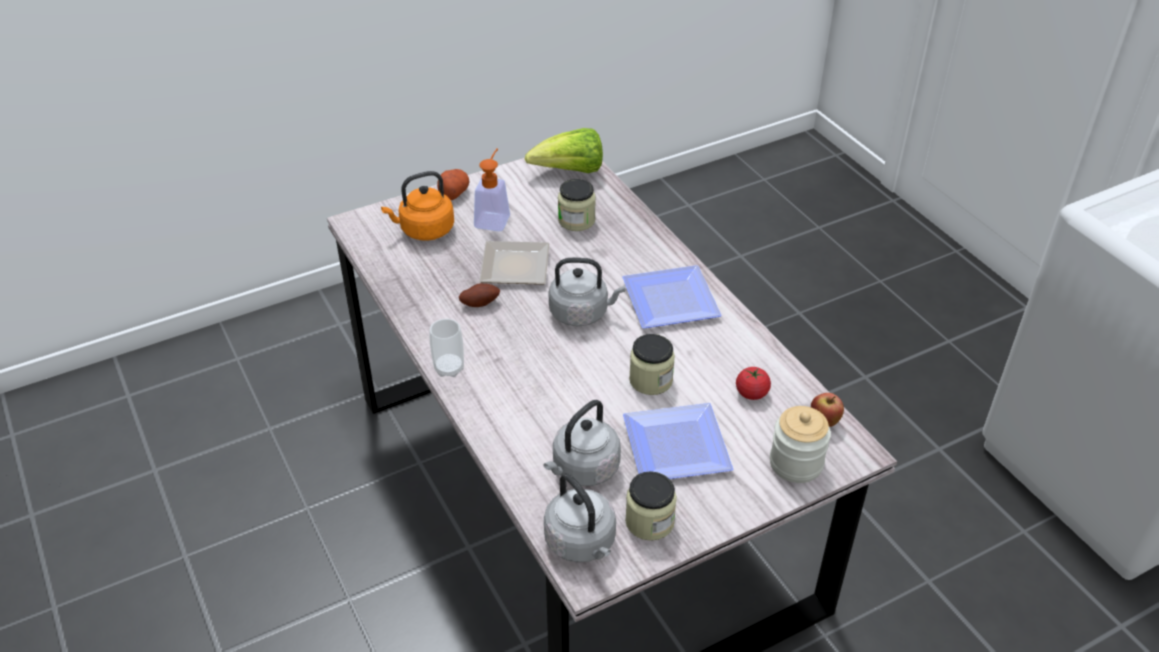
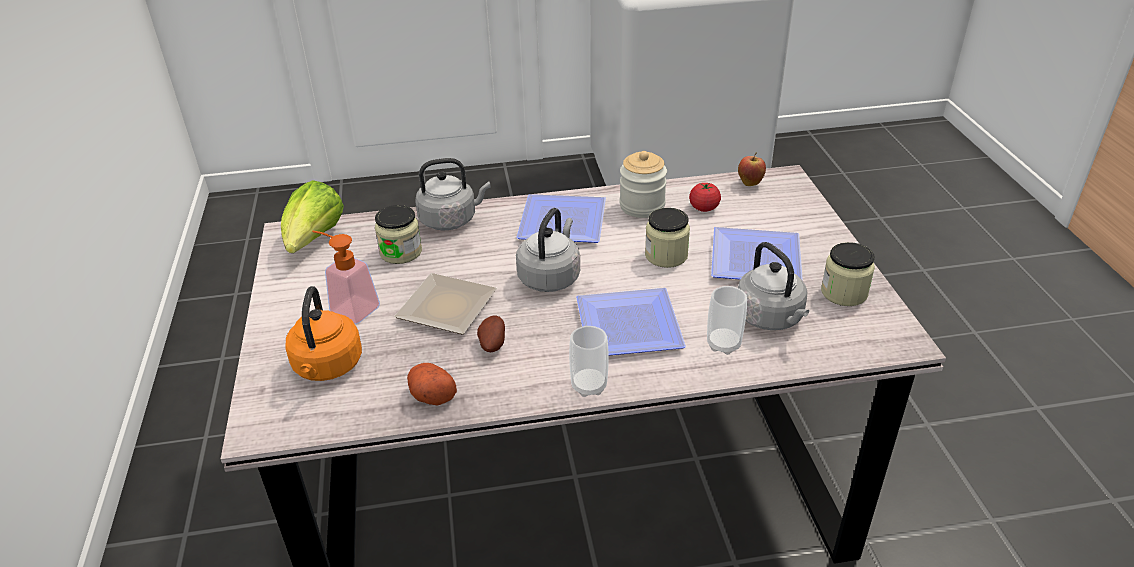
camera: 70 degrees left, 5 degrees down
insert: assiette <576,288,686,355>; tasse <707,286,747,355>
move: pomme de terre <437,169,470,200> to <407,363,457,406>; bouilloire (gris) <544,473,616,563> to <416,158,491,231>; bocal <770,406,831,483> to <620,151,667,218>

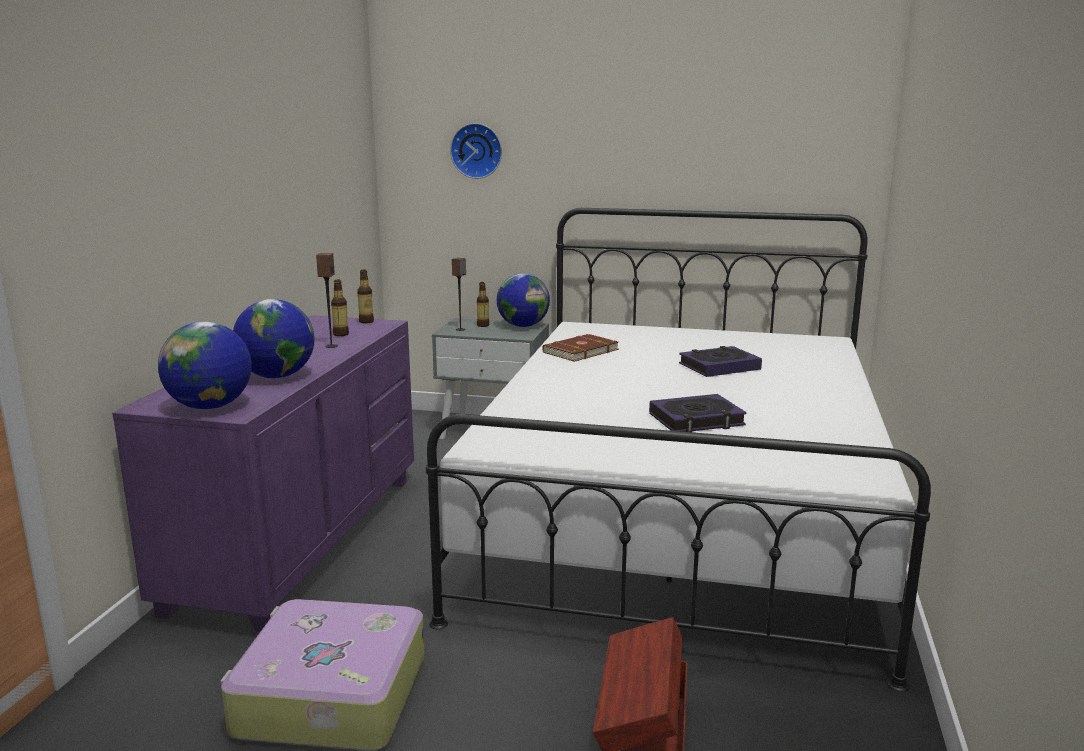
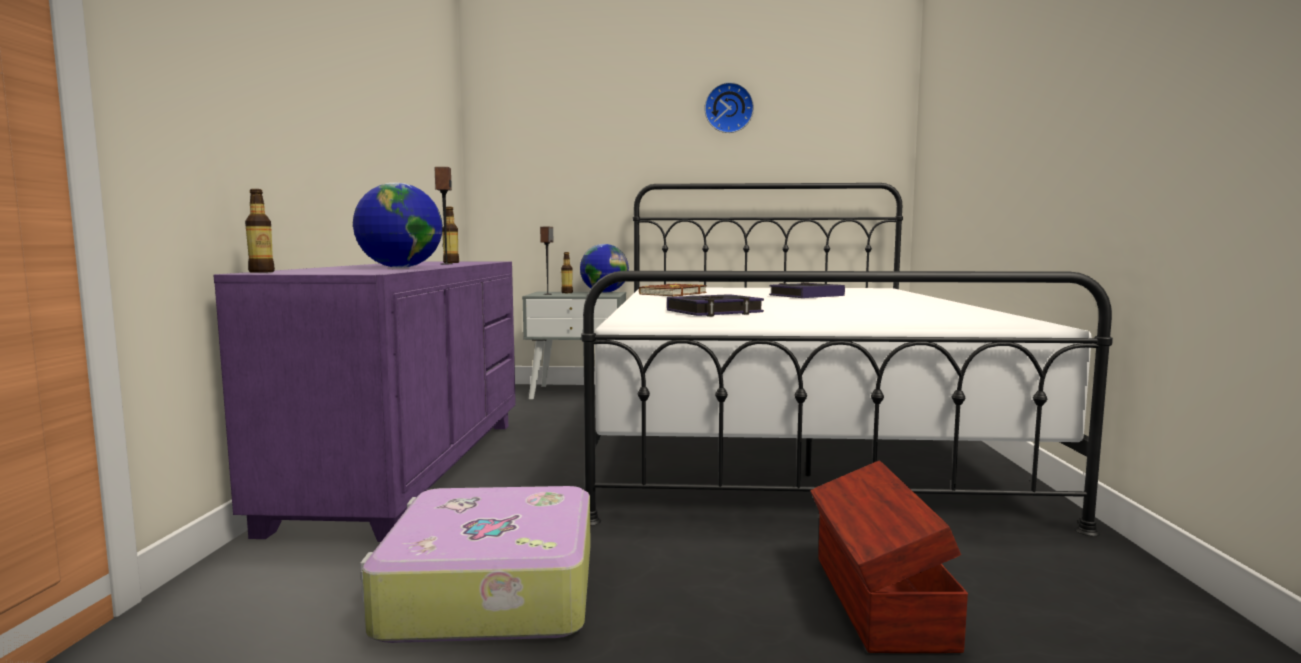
camera: 10 degrees left, 10 degrees down
delete: globe <158,322,252,410>
move: bouteille <357,270,374,323> to <245,189,275,273>; horloge murale <450,123,502,179> to <704,82,754,133>; livre <649,394,747,432> to <667,294,764,317>

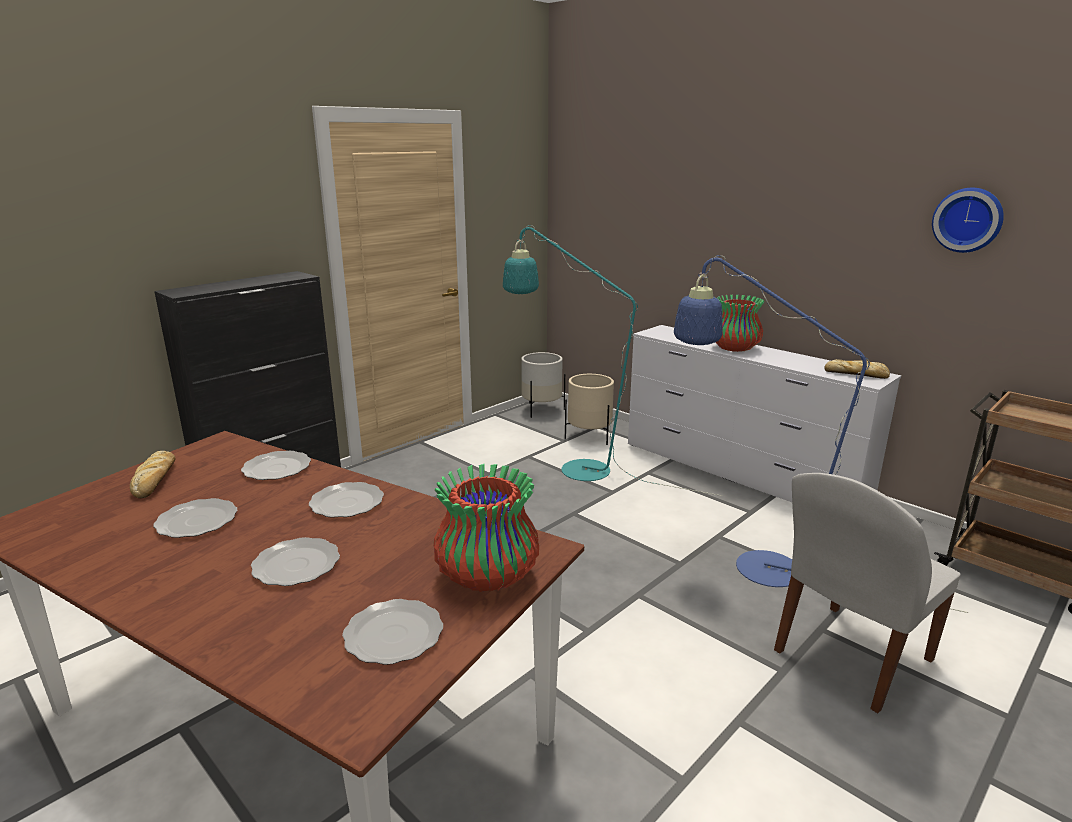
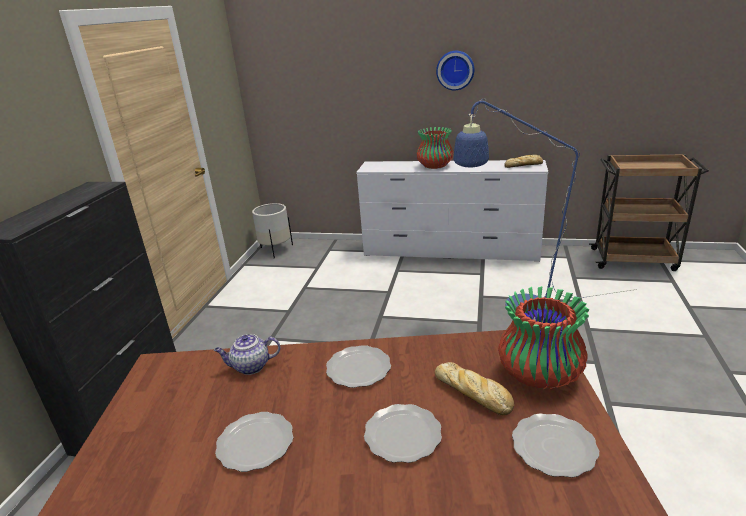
camera: 30 degrees left, 5 degrees up
delete: lampadaire (turquoise) <503,225,722,496>; cache-pot (beige) <565,374,614,445>; chaise (blanc) <774,473,961,713>
move: pain <130,451,176,498> to <435,362,514,415>; horloge murale <932,188,1004,253> to <436,51,474,91>
replace: assiette <241,451,311,480> to théière <214,334,280,375>

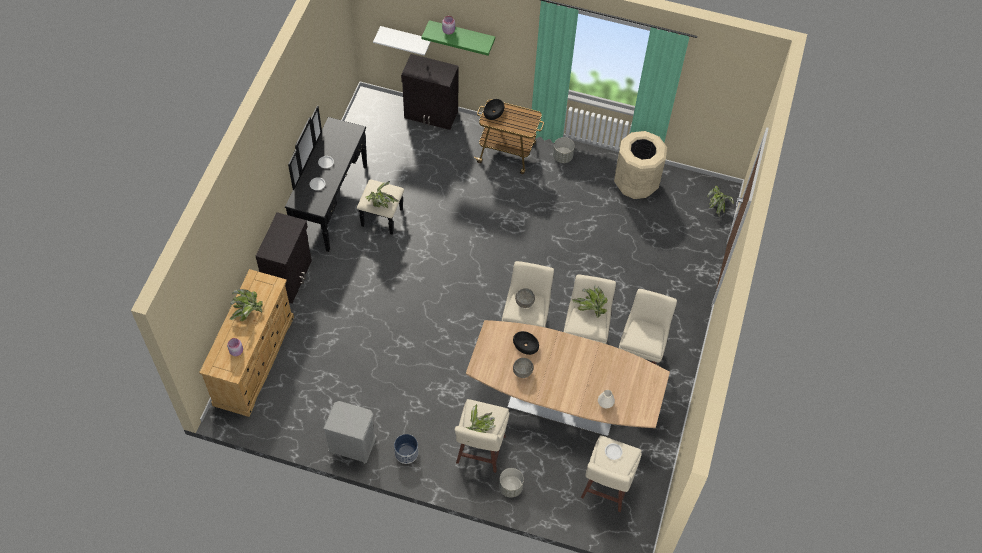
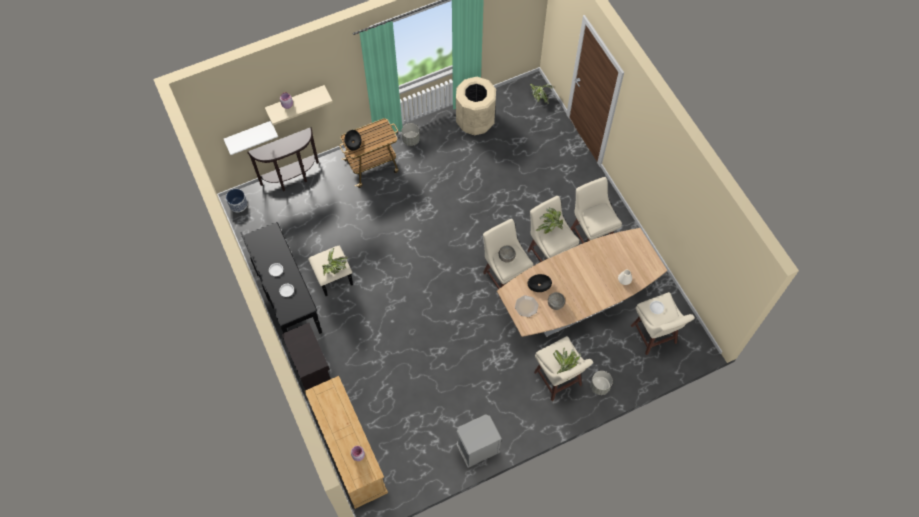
camera: 40 degrees left, 5 degrees up
delete: plante en pot <230,289,263,321>
insert: assiette <515,295,539,317>
move: cache-pot <394,434,418,464> to <226,189,248,212>
replace: meuble de rangement (noir) <401,54,459,130> to table console (marron) <247,127,319,191>
recolor: étagère (vert) <422,20,495,56> to étagère (beige) <265,85,333,125>

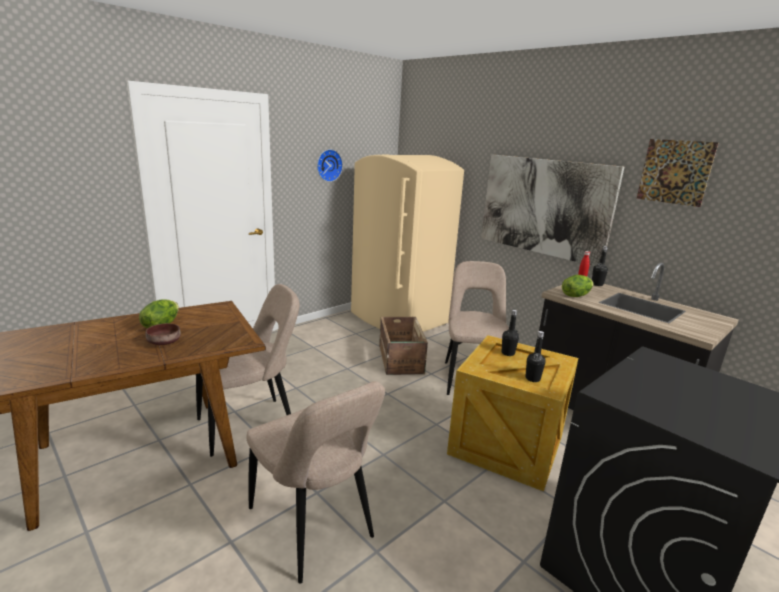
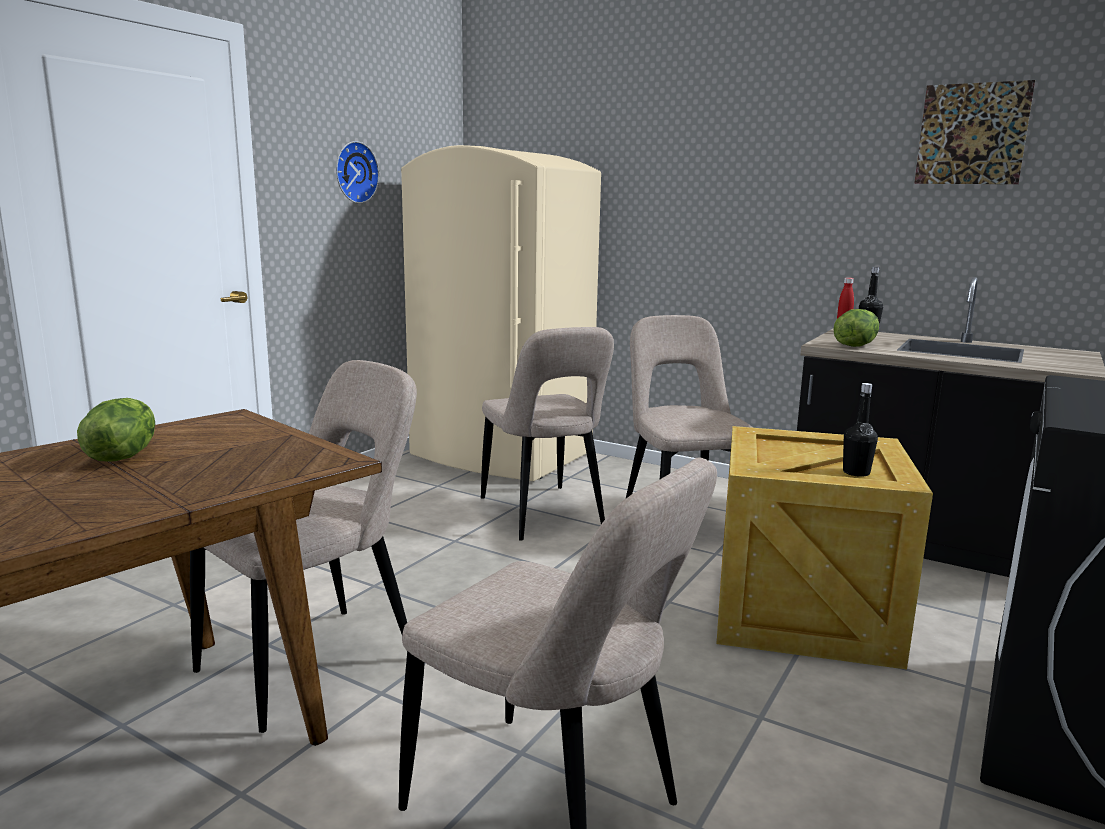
camera: 15 degrees left, 5 degrees down
delete: bol (marron) <146,323,181,345>; tableau <481,155,624,266>; bouteille (noir) <501,310,519,356>
replace: caisse <379,317,428,375> to chaise (beige) <481,327,614,541>

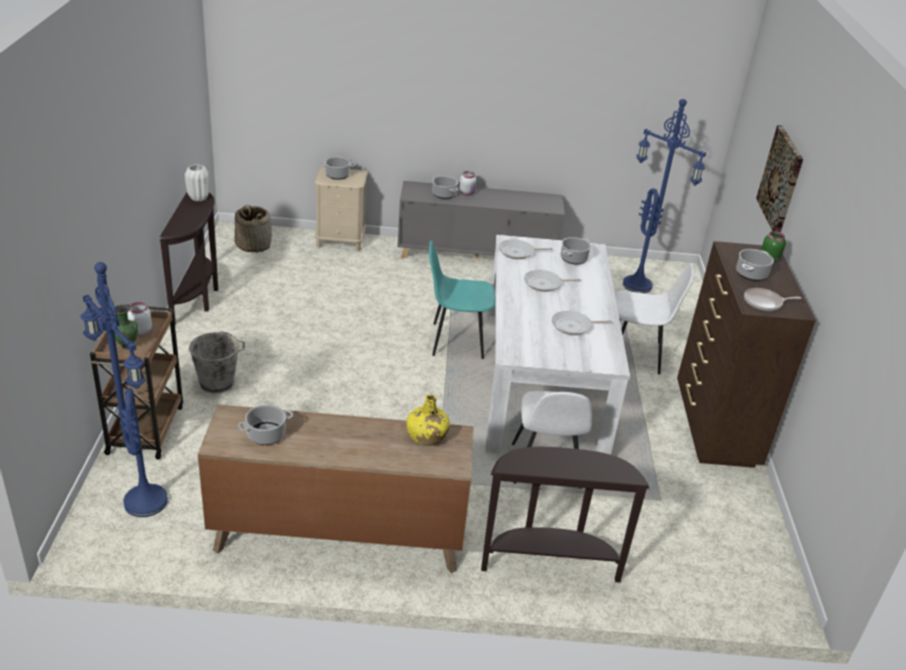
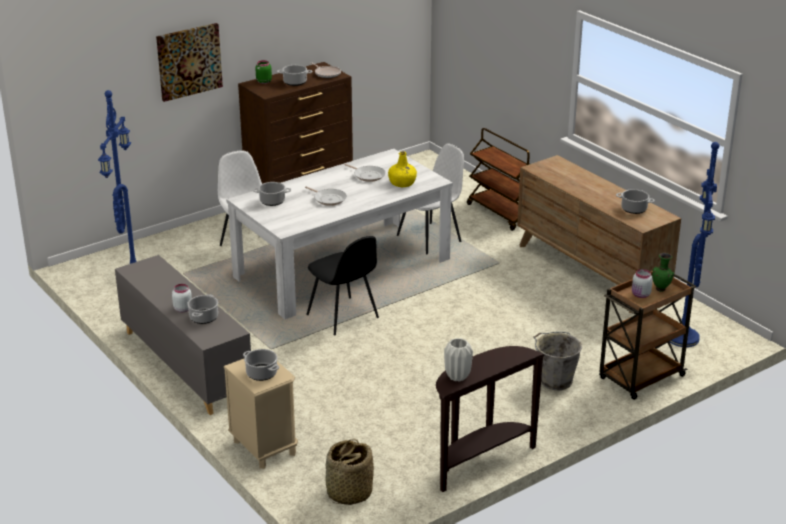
camera: 125 degrees left, 5 degrees down
delete: poêle <499,239,553,259>
move: bouteille (jaune) <407,394,450,446> to <388,151,417,187>
replace: table console (marron) <481,447,649,583> to chariot (marron) <467,128,530,231>
recolor: chaise (turquoise) <429,240,496,359> to chaise (noir) <306,236,379,335>

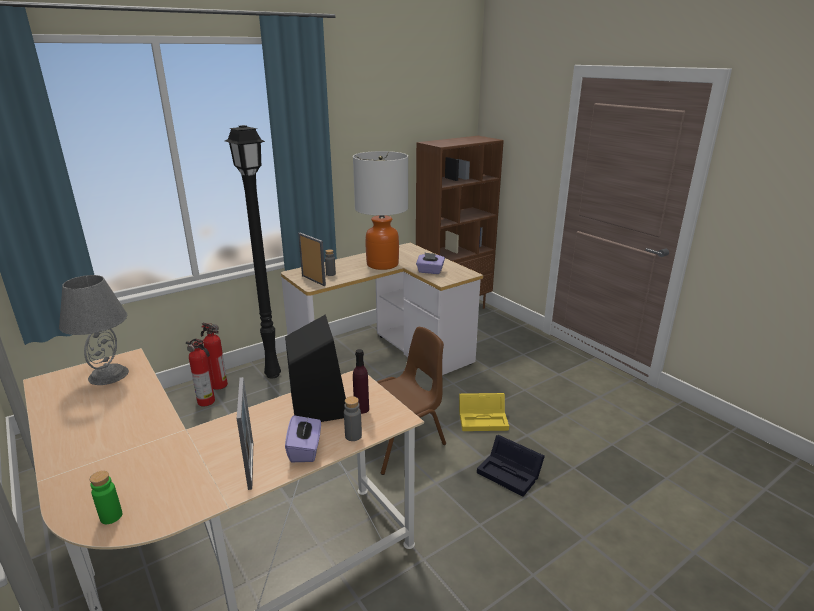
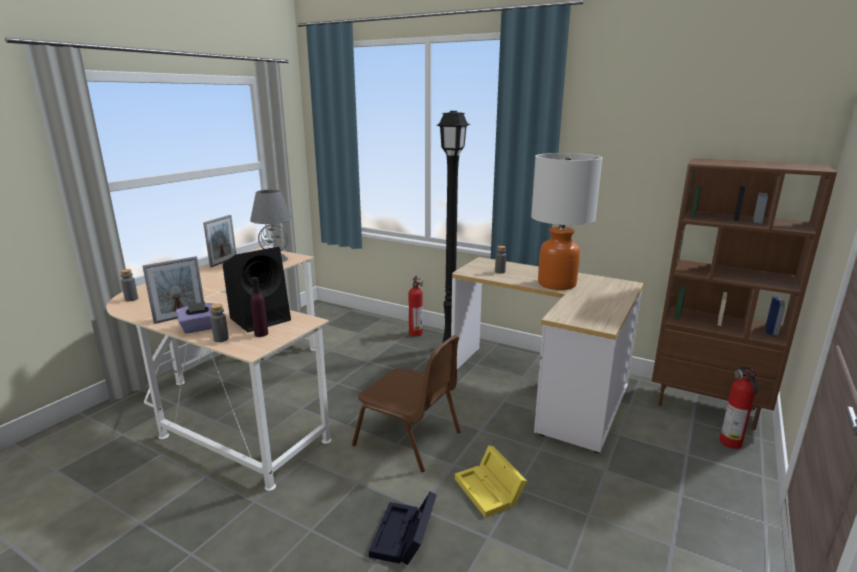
camera: 65 degrees right, 5 degrees down
delete: boîte à mouchoirs (violet) <416,252,445,274>
move: extincteur <186,338,215,407> to <720,366,759,449>; cadre photo <298,233,326,286> to <203,215,236,268>
recolor: bouteille (vert) <90,471,122,524> to bouteille (gris) <120,269,138,301>

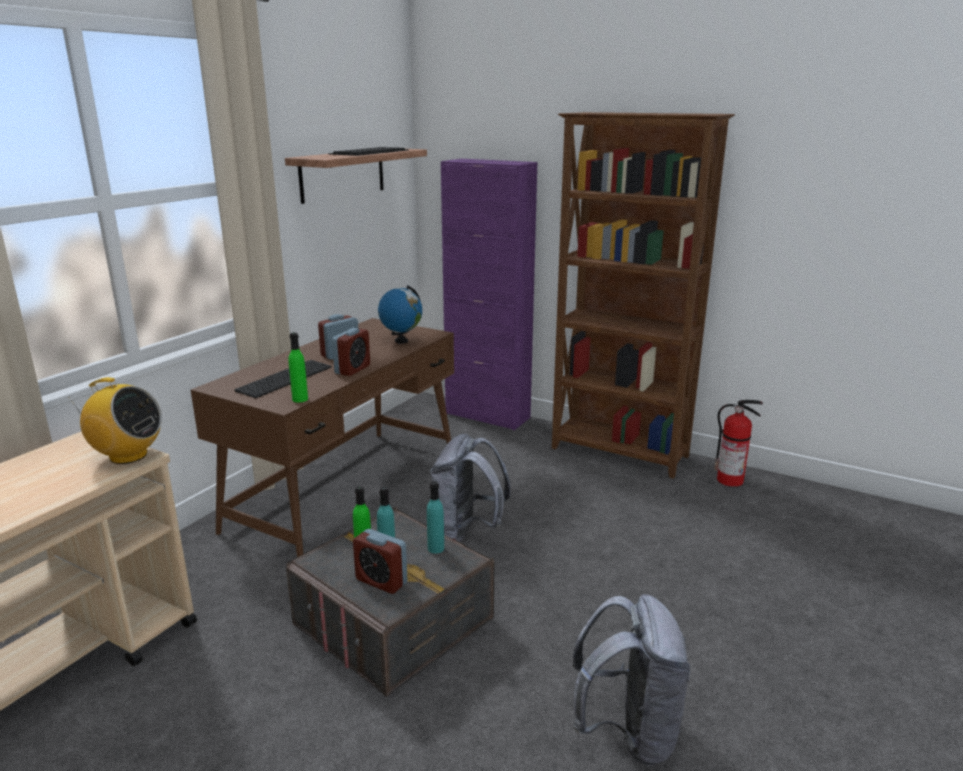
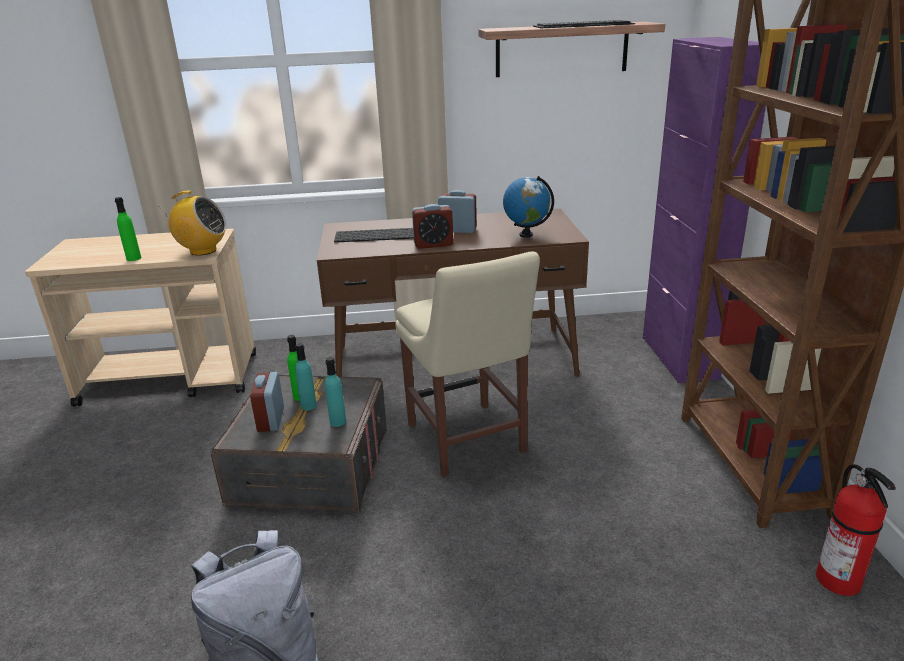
camera: 55 degrees right, 5 degrees up
move: bouteille (vert) <288,332,308,403> to <115,197,141,261>
replace: sac à dos (gris) <430,434,511,542> to chaise (beige) <395,252,540,477>
rotate: radio <68,377,162,464> = <162,191,227,256> 60 degrees counterclockwise

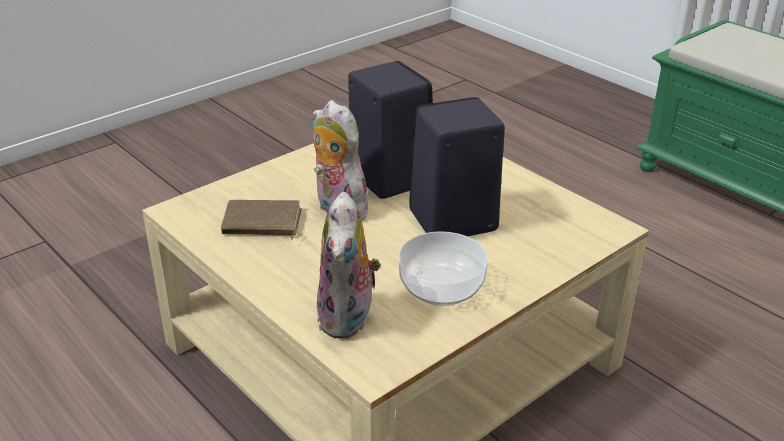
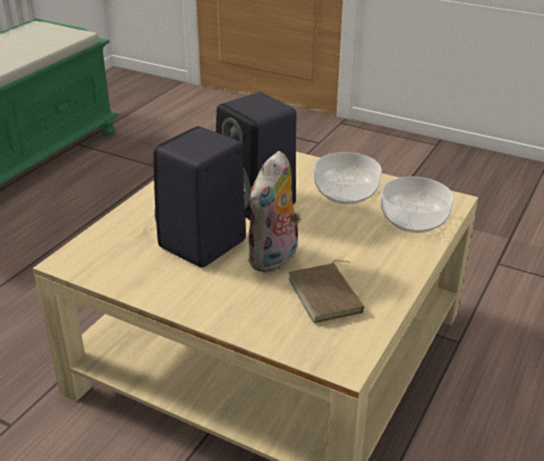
camera: 110 degrees left, 0 degrees up
replace: peluche <317,192,381,339> to bol <381,177,454,233>

